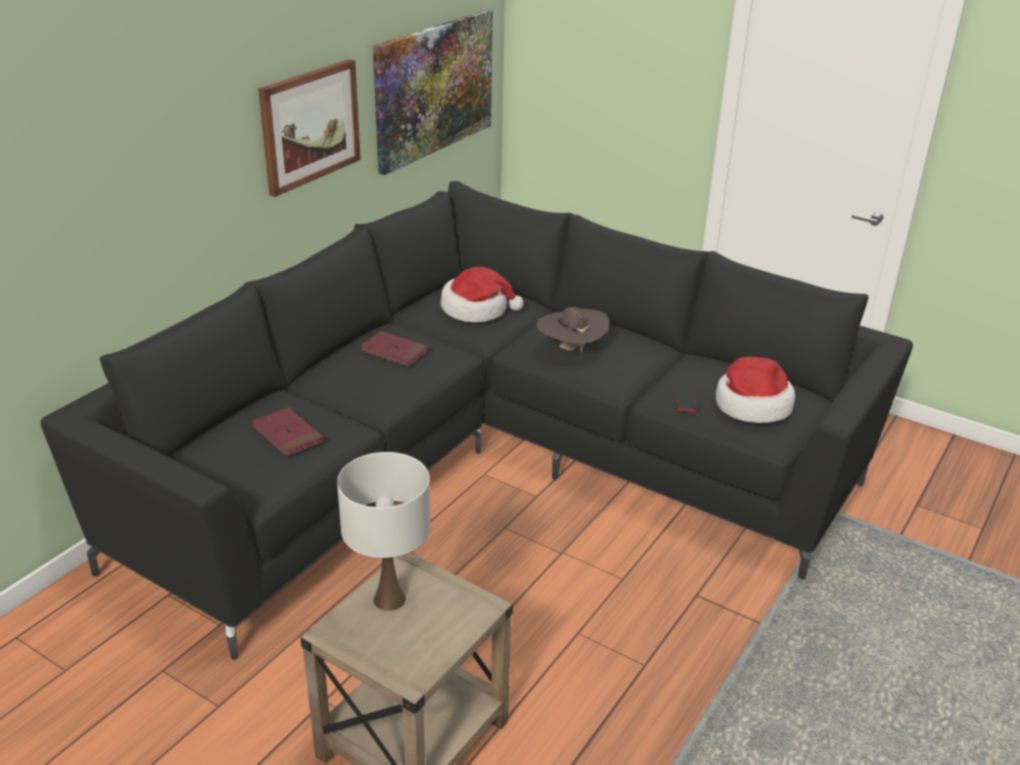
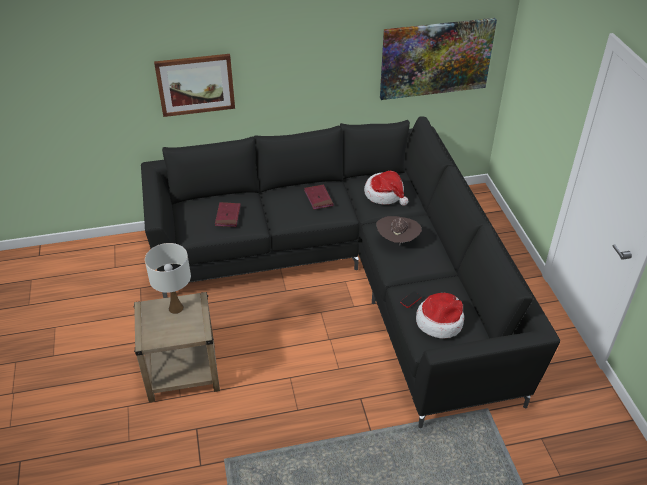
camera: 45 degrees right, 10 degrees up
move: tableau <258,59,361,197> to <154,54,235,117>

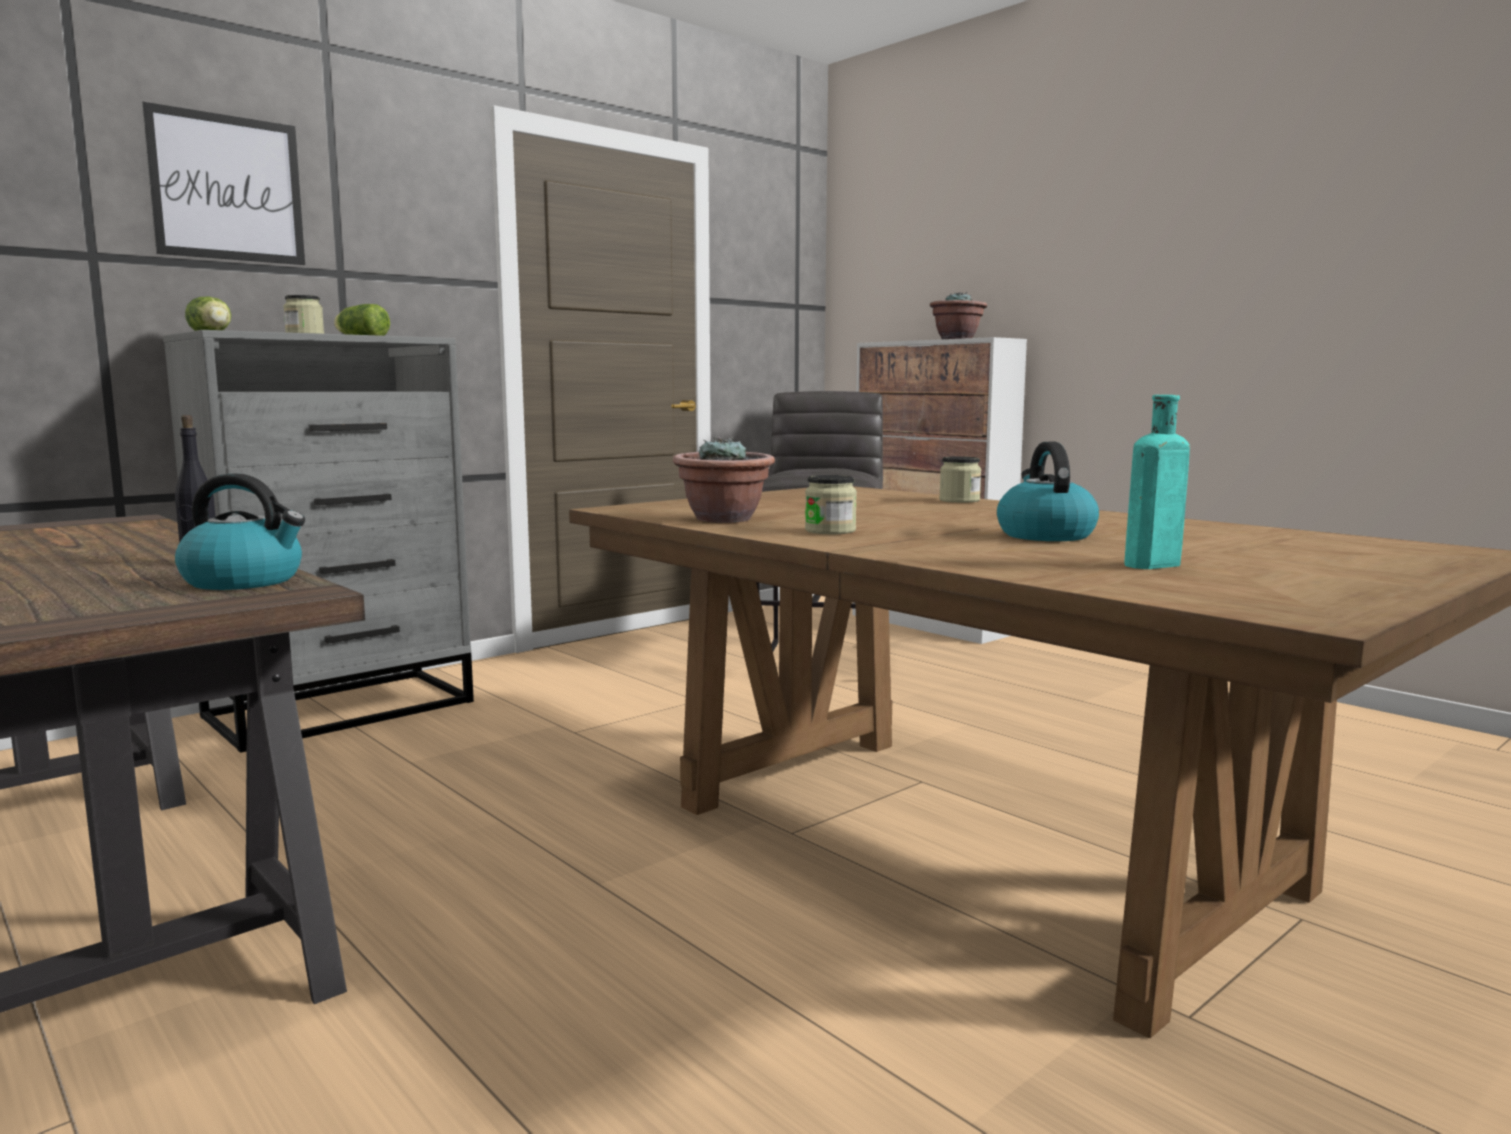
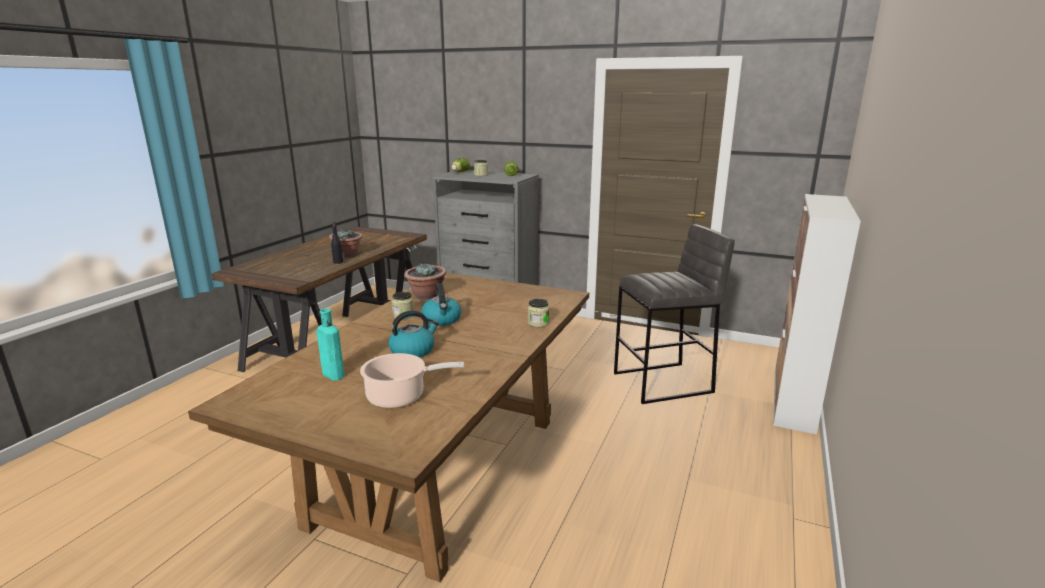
camera: 65 degrees right, 10 degrees up
delete: tableau <141,102,305,265>
insert: marmite <360,353,464,408>
move: bouilloire <175,473,305,590> to <421,283,461,326>; plante en pot <930,292,987,339> to <329,230,363,257>

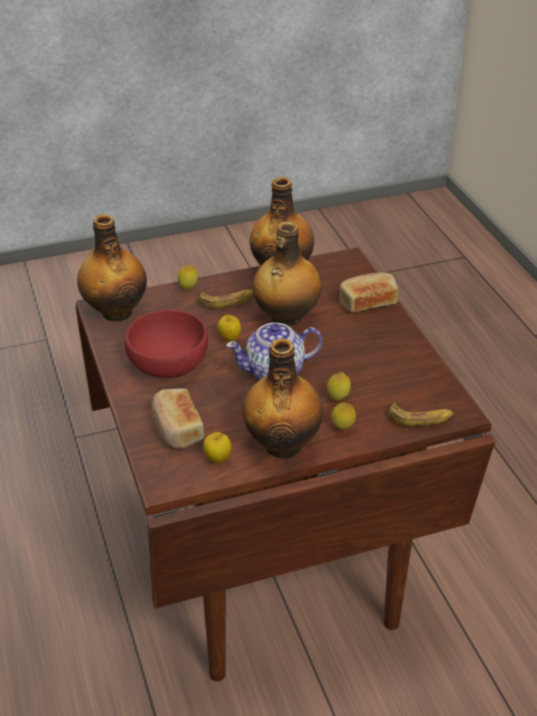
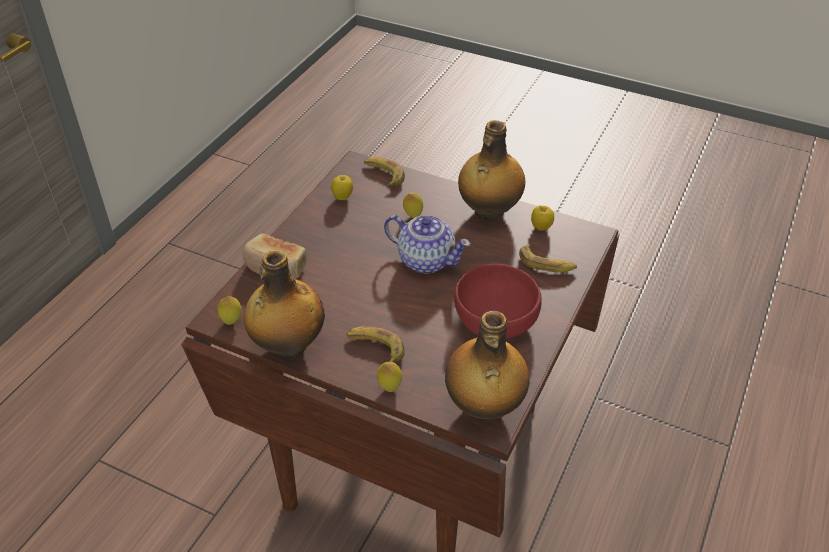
camera: 135 degrees left, 5 degrees up
delete: bouteille <252,222,322,327>
move: pomme <217,314,241,342> to <331,175,353,200>; citron <331,403,356,430> to <218,296,241,325>
replace: pain <152,388,204,449> to banane <519,244,577,272>

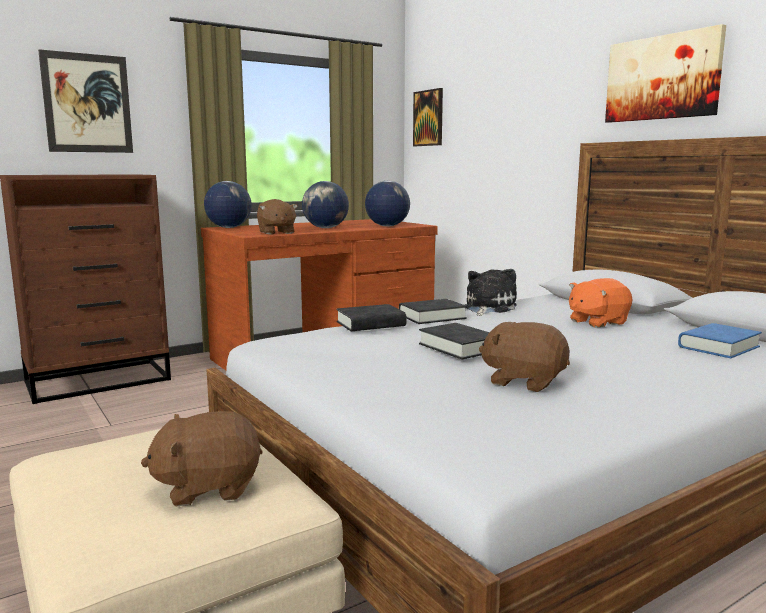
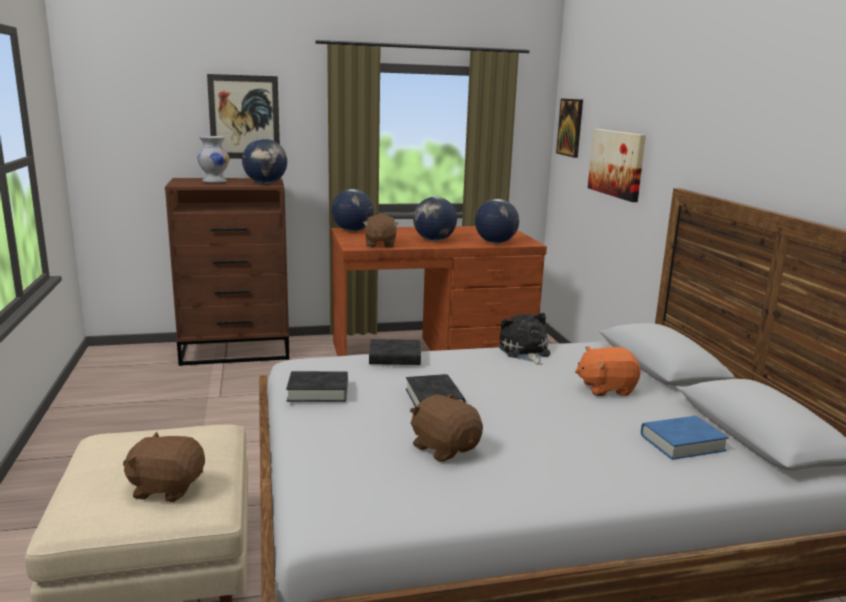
camera: 20 degrees right, 5 degrees up
insert: vase (blanc) <197,136,229,183>; globe <242,139,287,184>
move: livre (noir) <399,299,467,324> to <286,371,348,402>; tableau <605,24,726,123> to <588,129,646,202>
rotate: peluche <465,269,517,316> = <499,312,550,365> 60 degrees counterclockwise

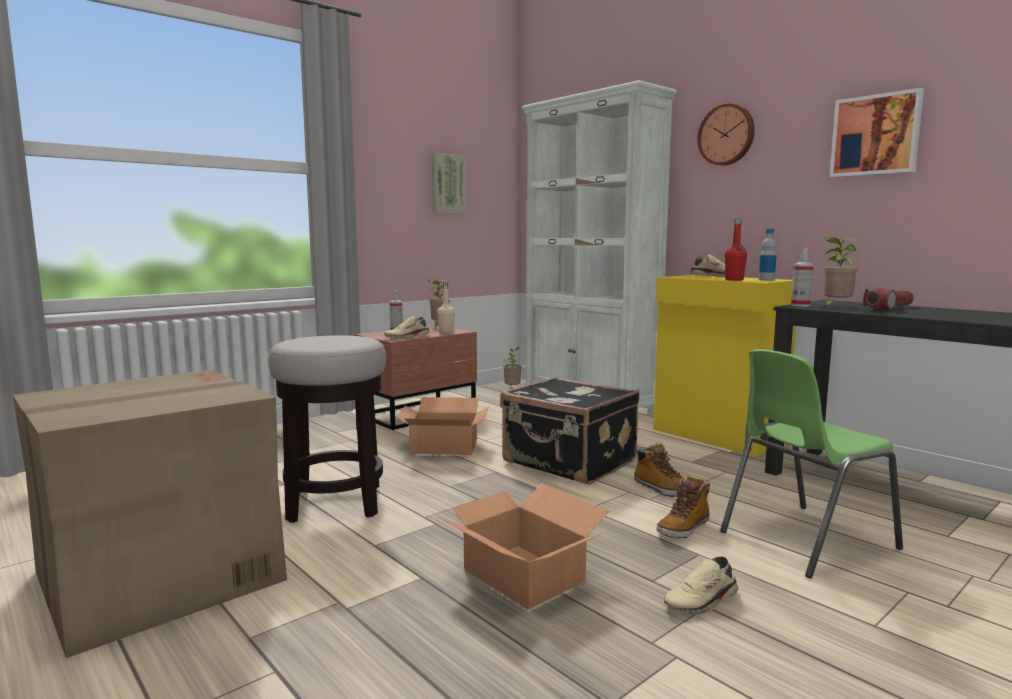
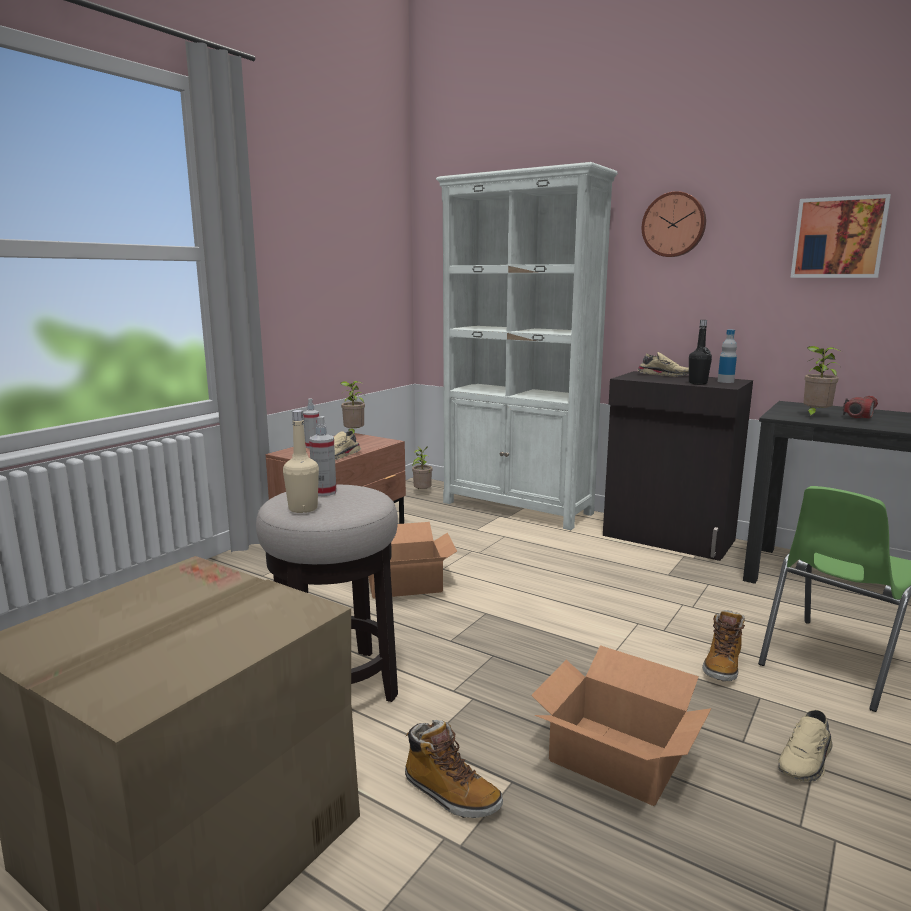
camera: 15 degrees left, 5 degrees up
delete: tableau <432,152,467,214>; valise (noir) <500,377,640,485>
move: bouteille (beige) <437,282,455,333> to <283,410,319,513>; botte <634,443,684,497> to <405,720,503,818>; vaporisateur <791,248,814,307> to <309,416,337,496>
recolor: meuble de rangement (jaune) <653,275,796,456> to meuble de rangement (noir) <603,371,753,561>; bouteille (rouge) <725,219,747,281> to bouteille (noir) <689,320,712,385>

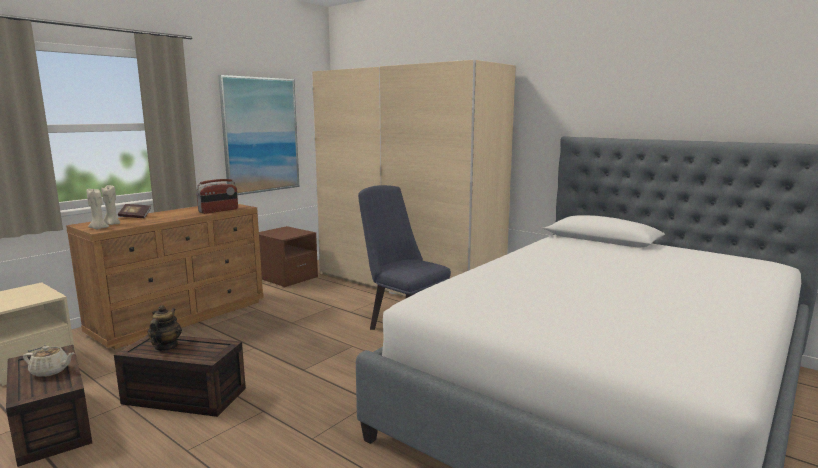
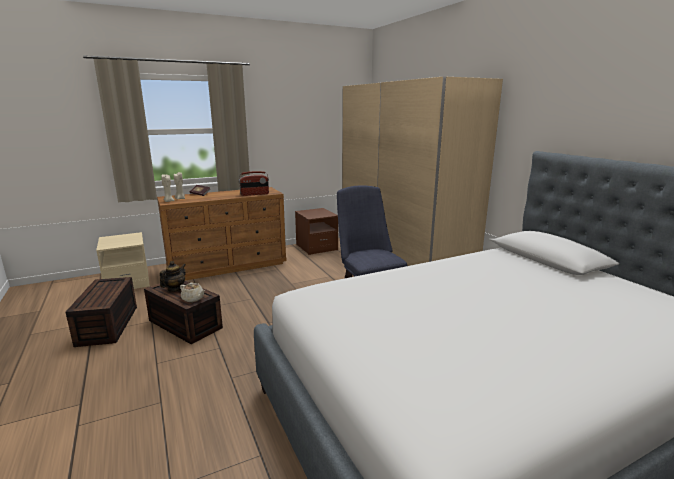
camera: 25 degrees right, 5 degrees up
delete: tableau <218,75,299,195>
move: théière (beige) <23,346,74,377> to <180,282,205,302>

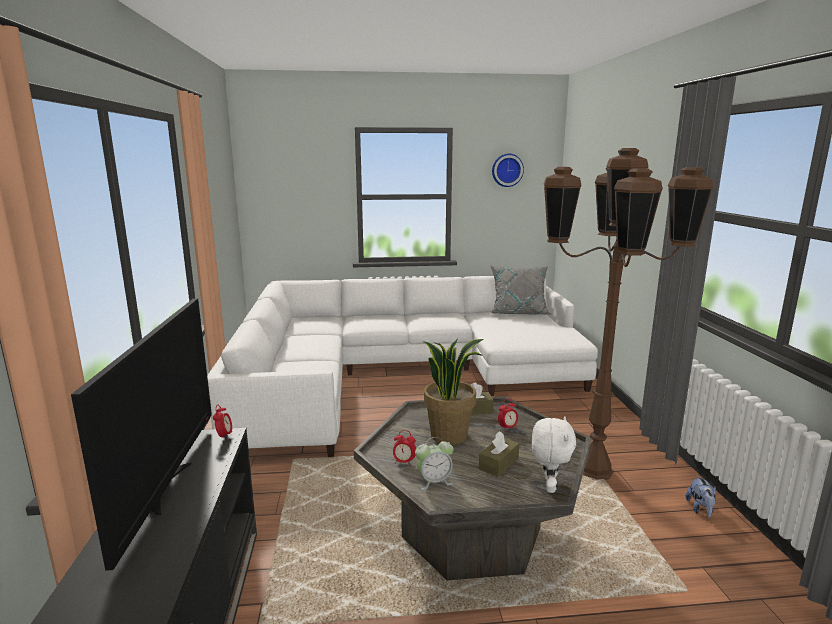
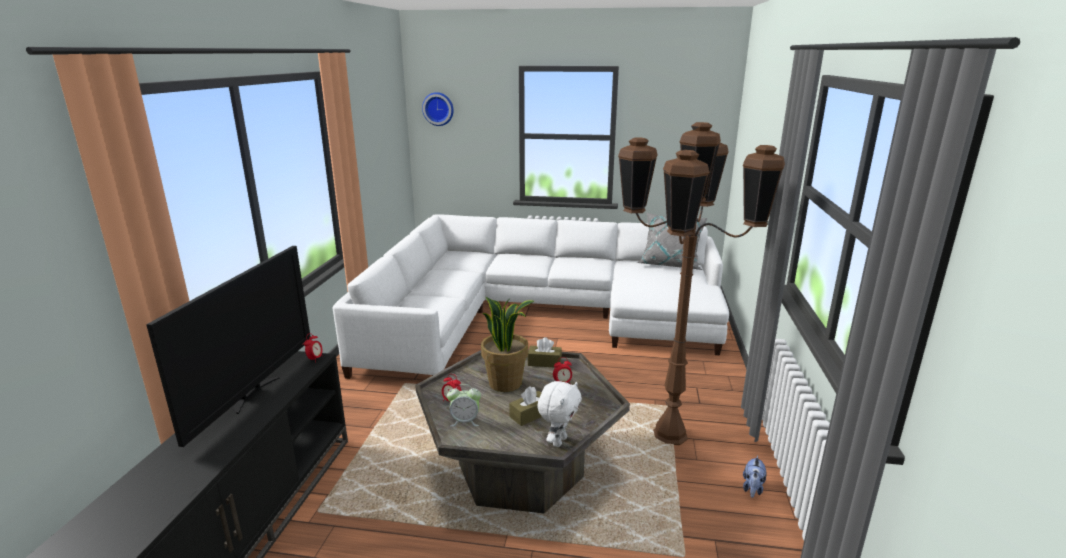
camera: 15 degrees right, 5 degrees up
move: horloge murale <492,154,524,187> to <422,92,454,126>

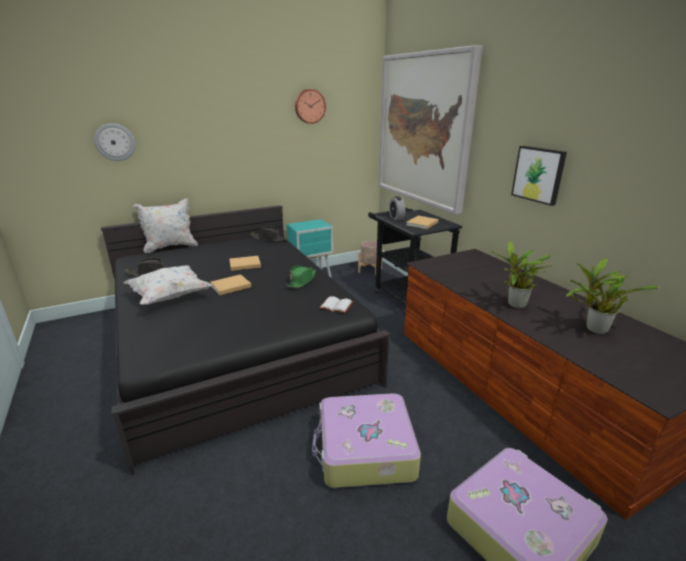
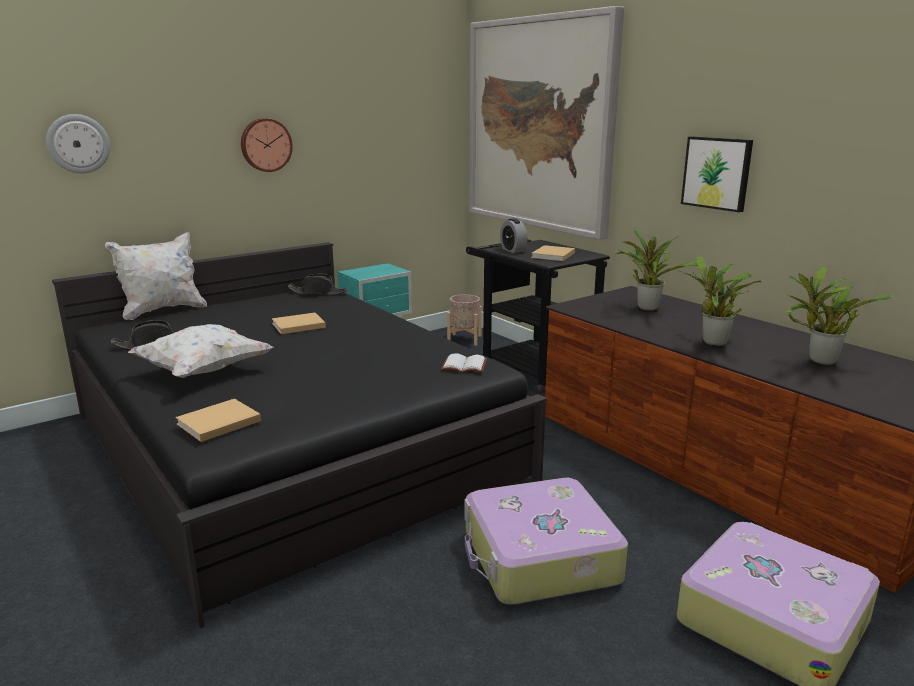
camera: 10 degrees left, 5 degrees down
delete: chapeau (vert) <287,265,316,288>
insert: plante en pot <616,228,698,311>
move: livre (beige) <210,274,251,295> to <175,399,261,442>; horloge murale <295,89,326,124> to <241,118,293,172>

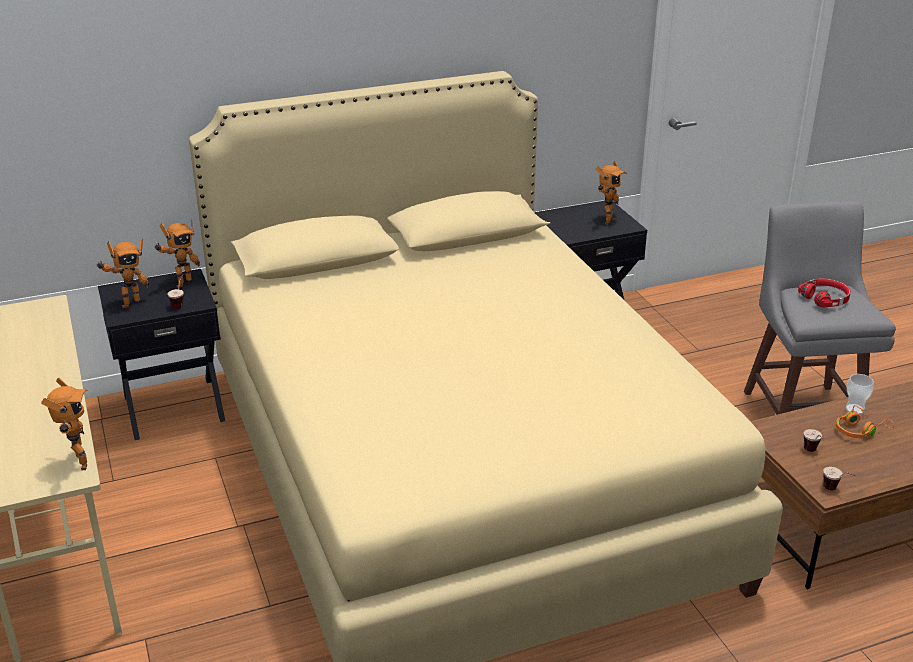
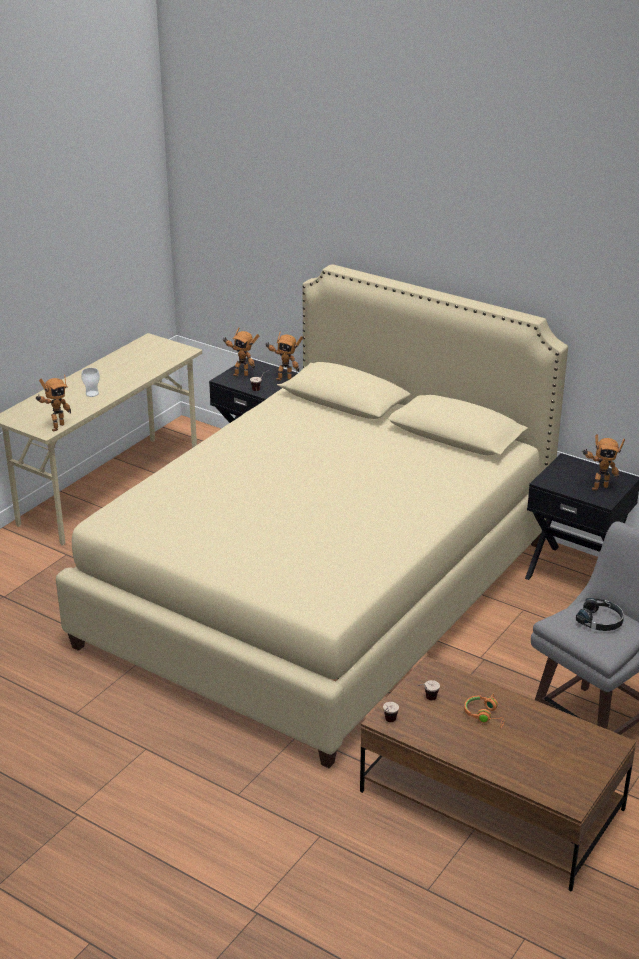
camera: 55 degrees right, 0 degrees up
move: tasse <846,374,874,414> to <81,368,100,397>
recolor: casque audio (rouge) <798,278,851,308> to casque audio (noir) <576,598,624,631>

